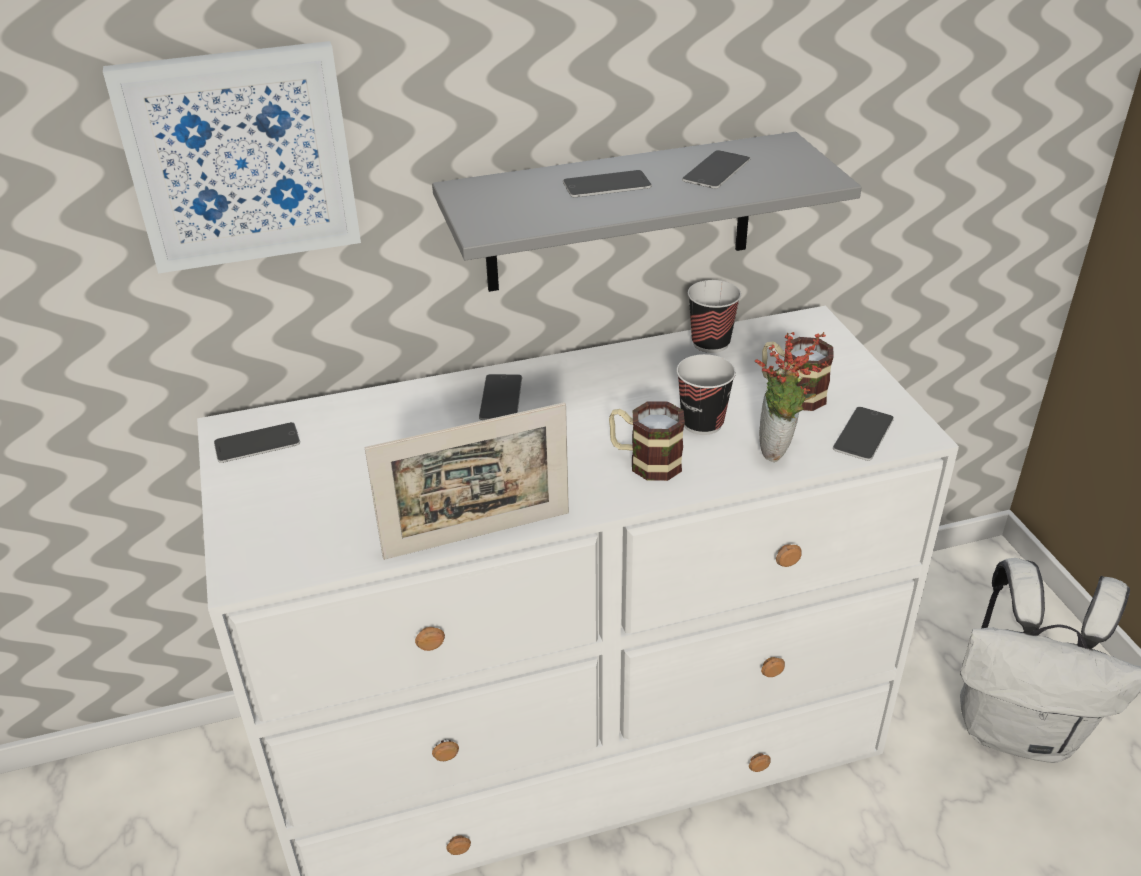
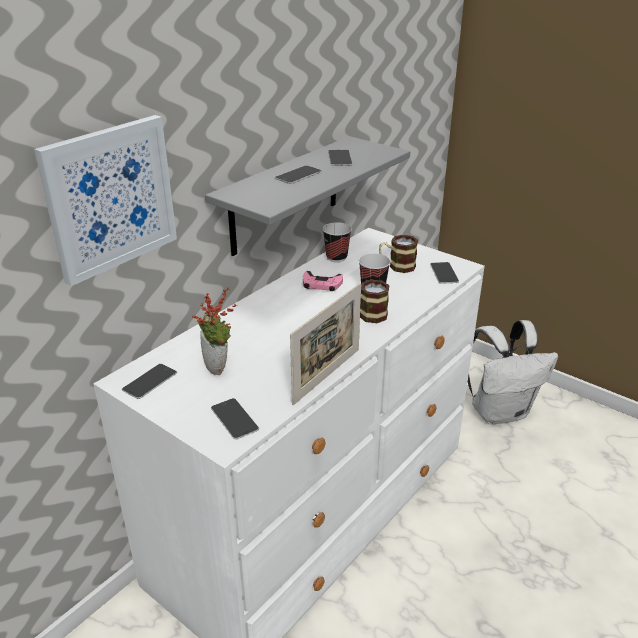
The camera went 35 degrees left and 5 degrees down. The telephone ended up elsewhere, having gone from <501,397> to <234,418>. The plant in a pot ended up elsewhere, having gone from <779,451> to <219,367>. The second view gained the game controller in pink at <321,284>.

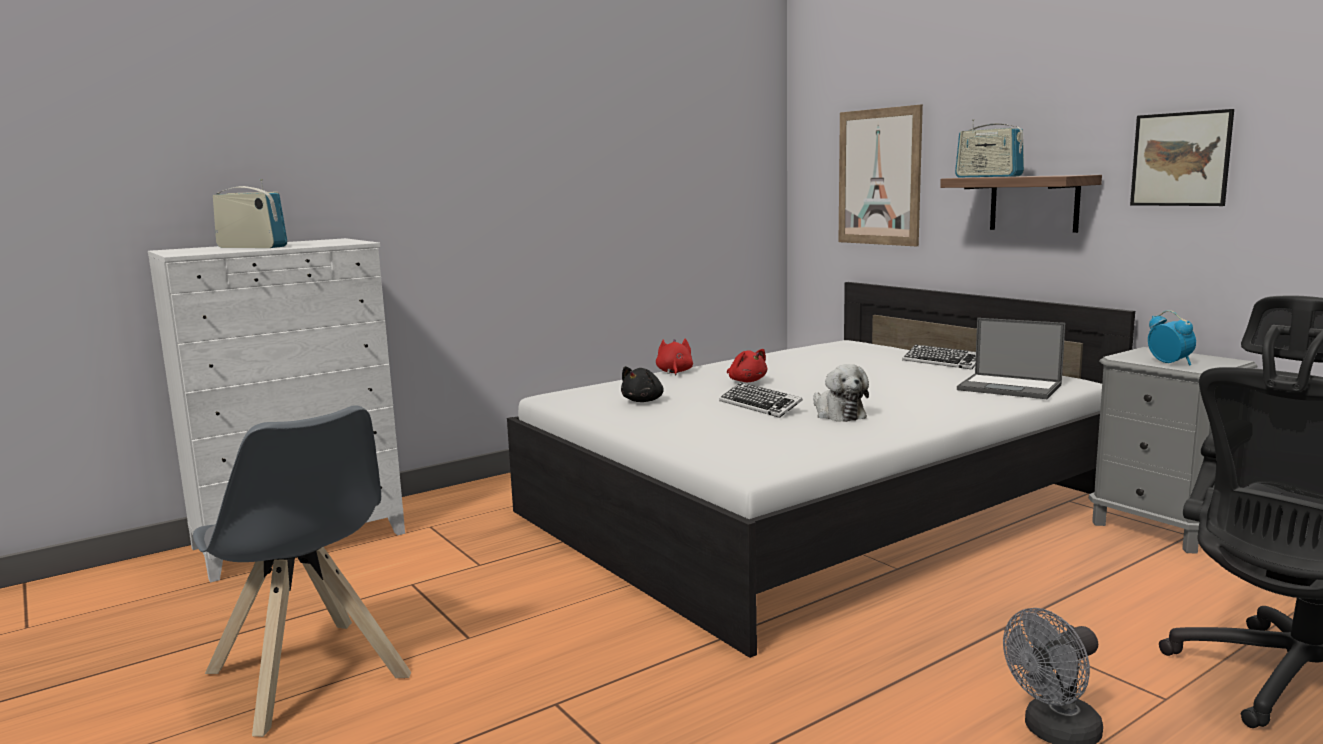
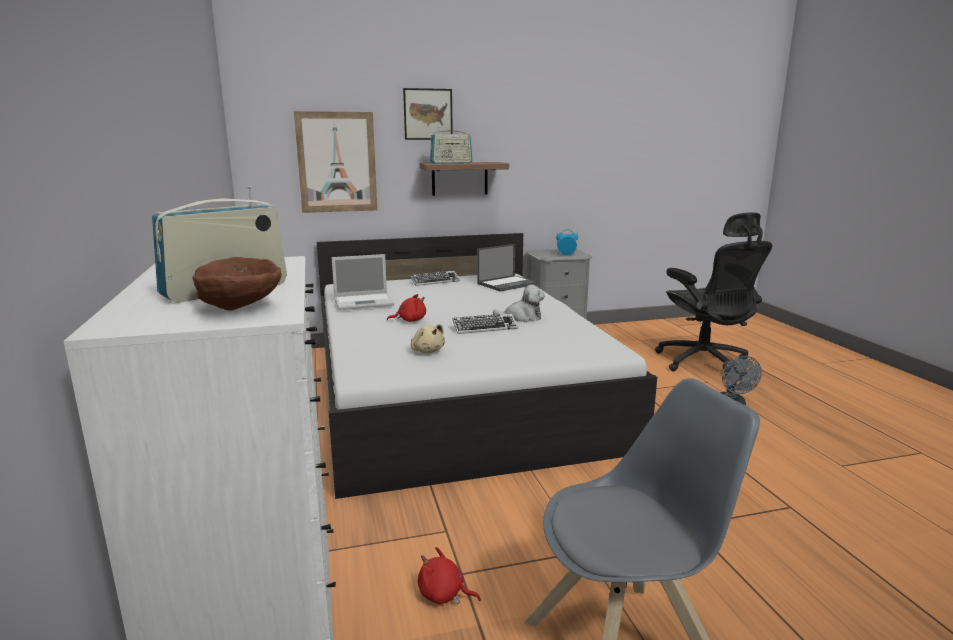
The camera went 70 degrees left and 5 degrees up. What was the plush toy in black-coloured at <644,401> turned into the plush toy in beige-coloured at <427,351>. The plush toy in red ended up elsewhere, having gone from <674,372> to <444,595>. The wall art ended up elsewhere, having gone from <1180,159> to <428,114>. The second view gained the bowl in brown at <241,309>. The second view gained the portable computer at <365,302>.

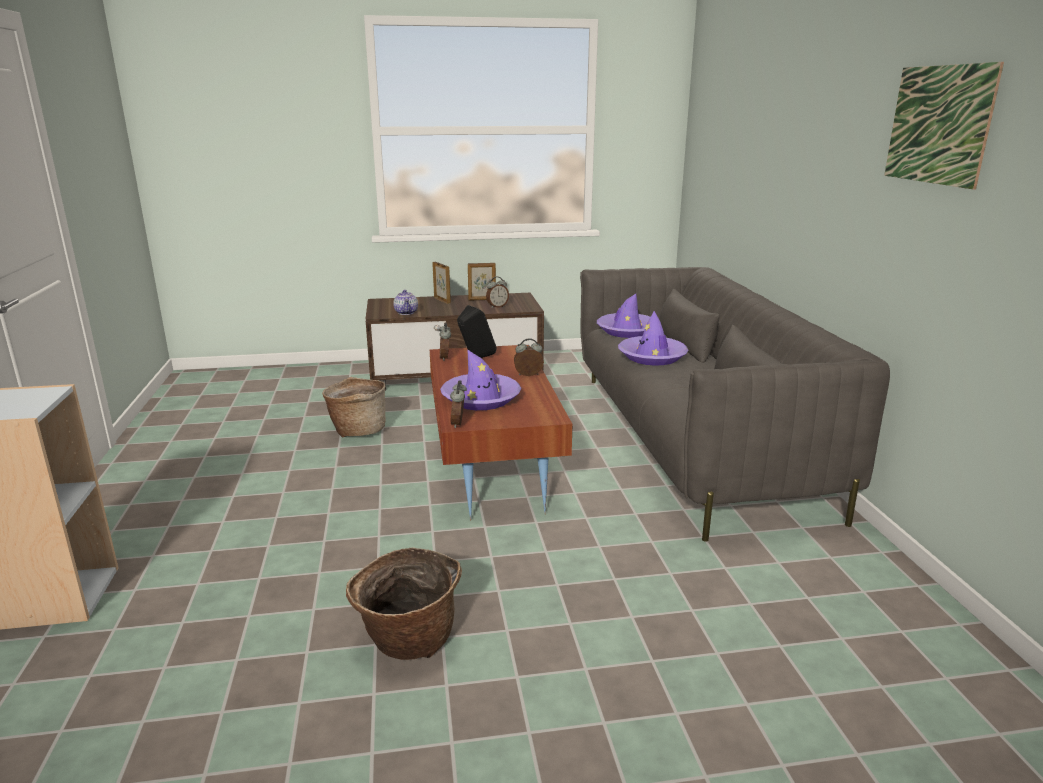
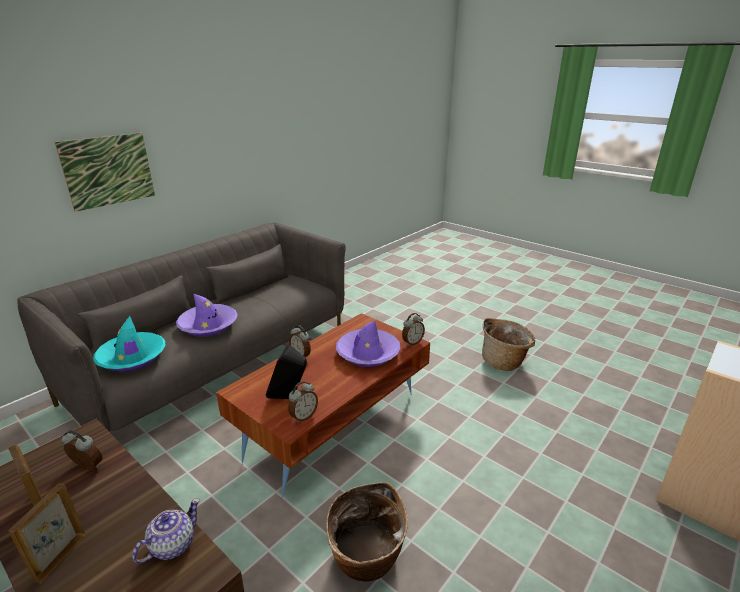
The camera went 130 degrees left and 5 degrees up. What was the hat in purple-coloured at <627,331> turned into the hat in turquoise at <132,357>. The wall art ended up elsewhere, having gone from <938,125> to <108,170>.

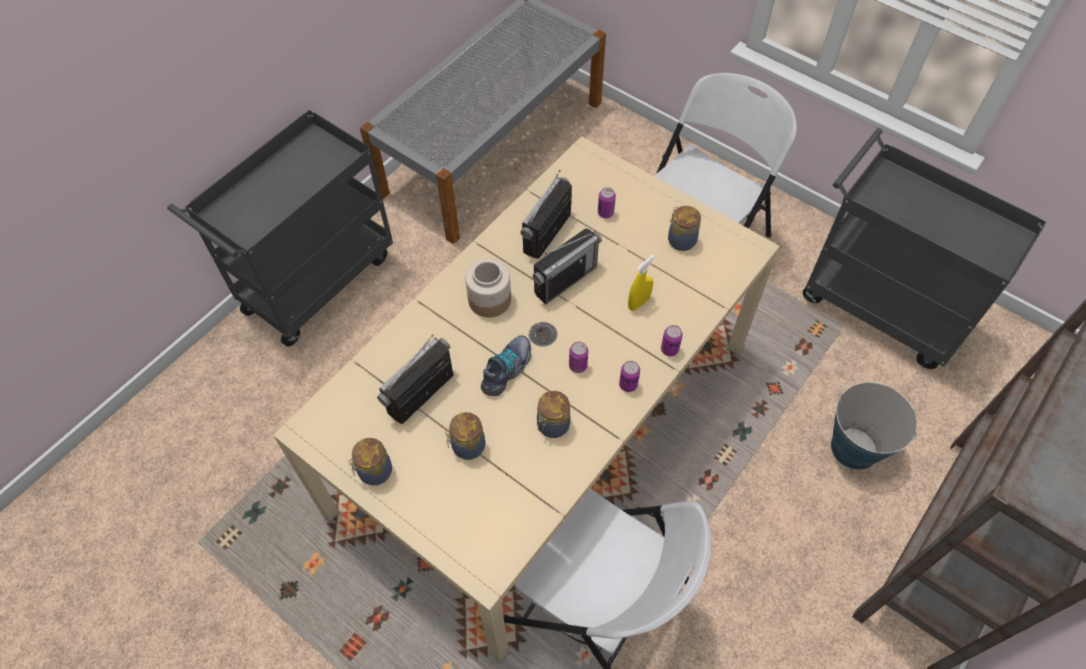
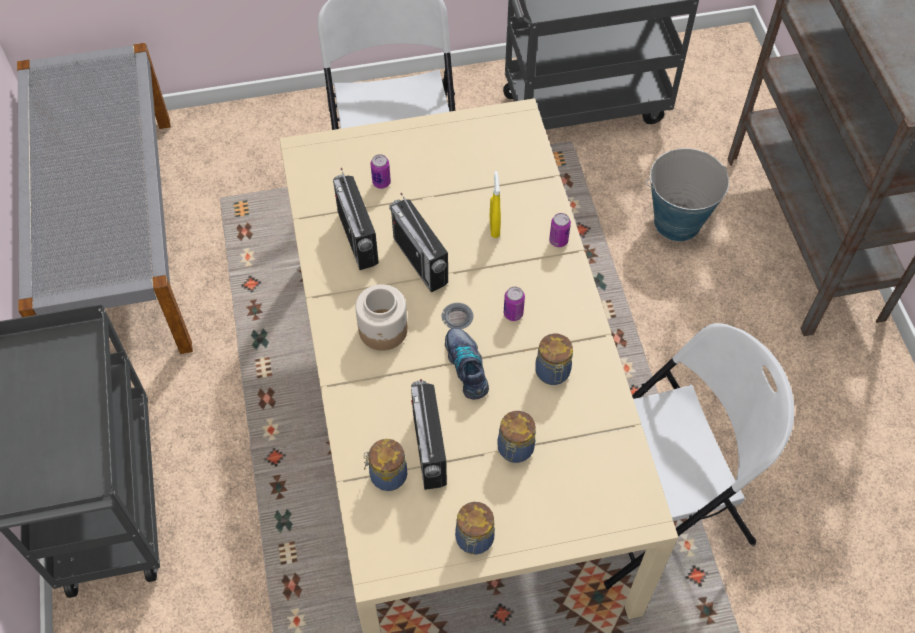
The camera went 50 degrees left and 0 degrees up. The radio receiver at <565,280> ended up facing another way, 150 degrees clockwise from before. The second view lost the metal can at <628,385>. The jar ended up elsewhere, having gone from <680,240> to <386,475>.

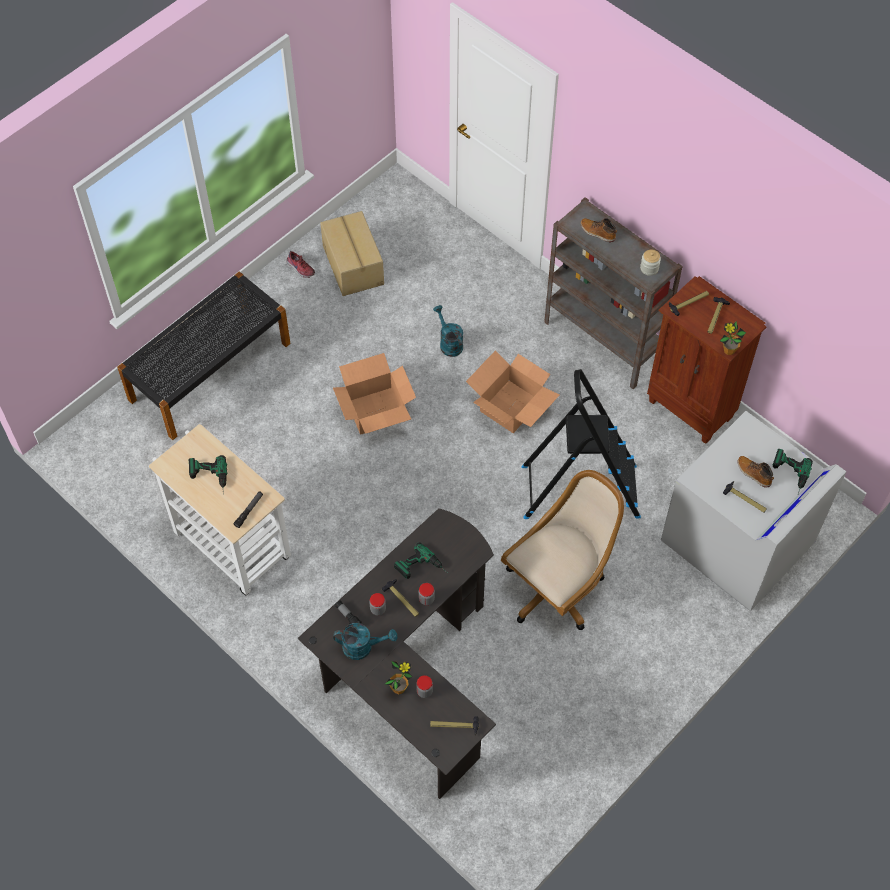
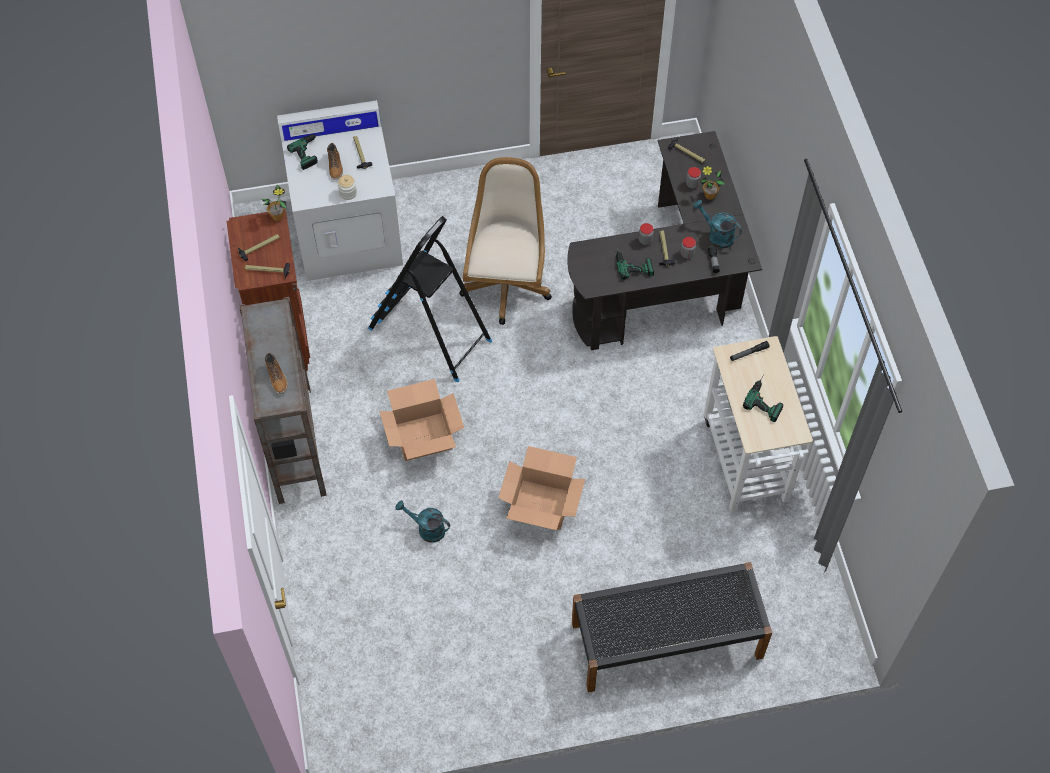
The camera went 145 degrees left and 0 degrees up. The second view lost the shoe at <300,268>. The second view lost the cardboard box at <354,264>. The watering pot in turquoise at <449,343> ended up facing another way, 105 degrees clockwise from before. The office chair at <559,583> ended up facing another way, 105 degrees clockwise from before. The jar ended up elsewhere, having gone from <649,268> to <348,193>.

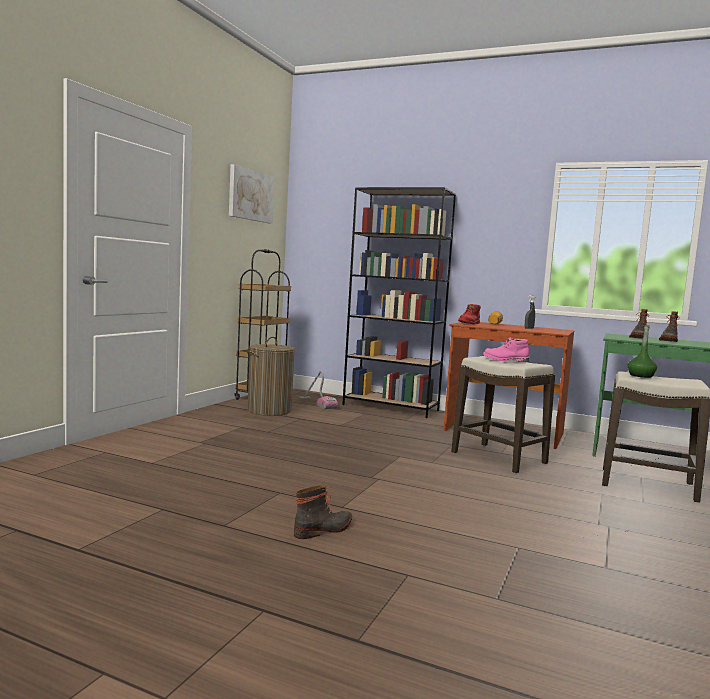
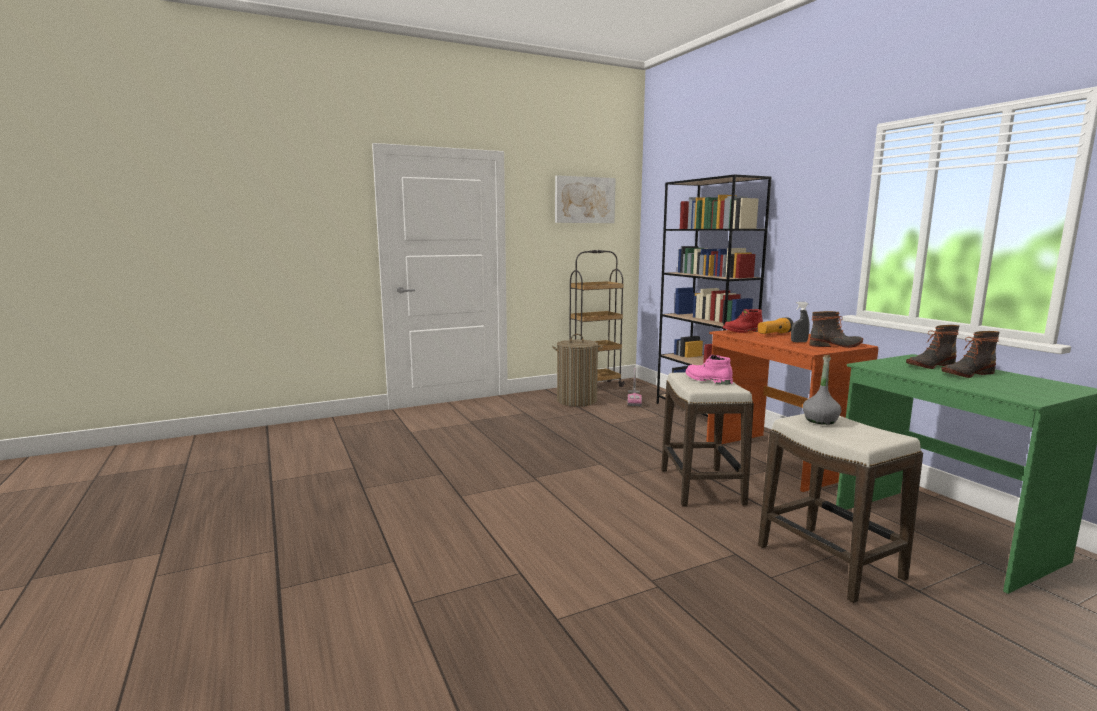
The camera went 40 degrees right and 5 degrees up. The boot ended up elsewhere, having gone from <324,529> to <836,345>. What was the drink bottle in greenish at <640,376> turned into the drink bottle in grey at <820,420>.

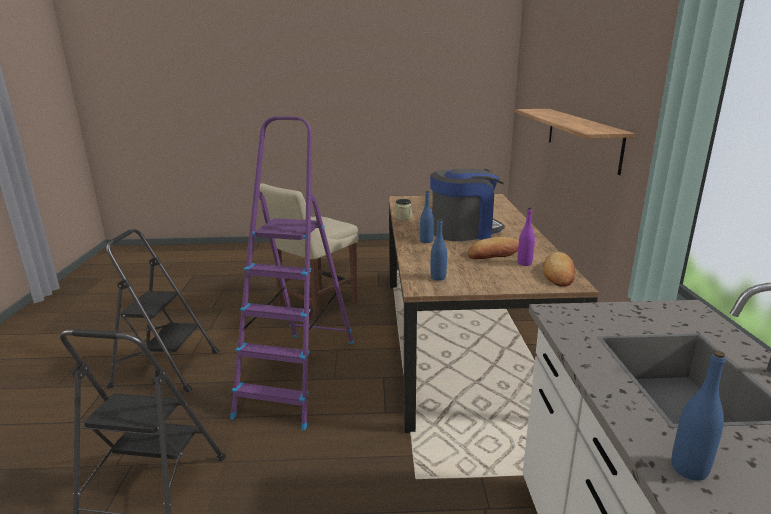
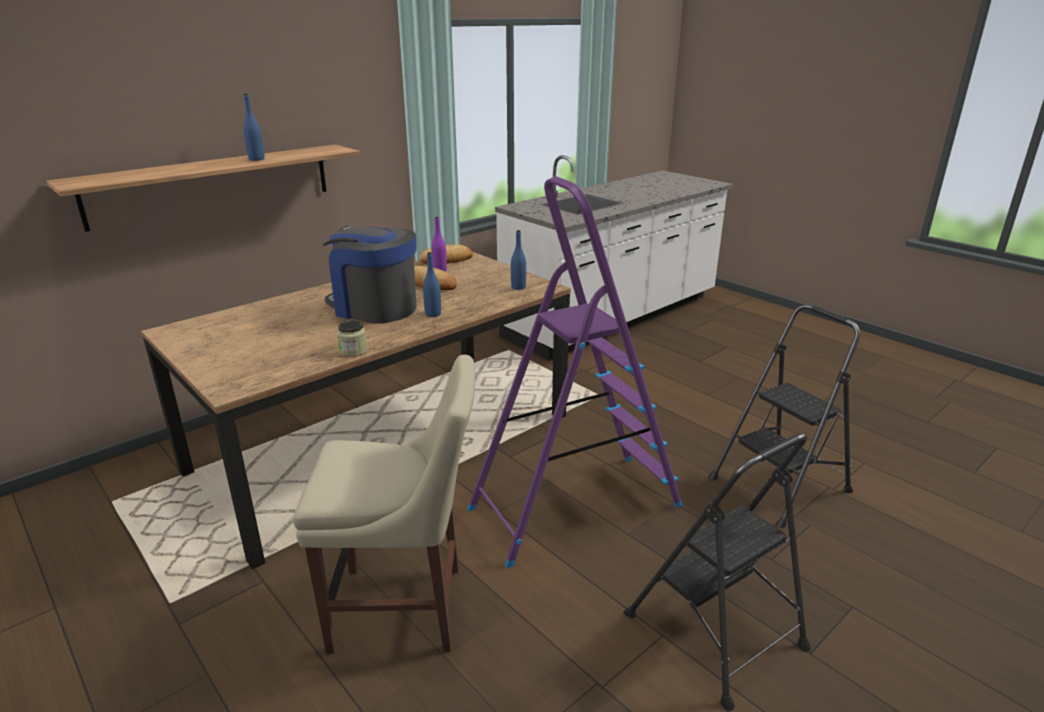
The camera went 130 degrees left and 5 degrees up. The drink bottle in bluish ended up elsewhere, having gone from <689,469> to <256,159>.

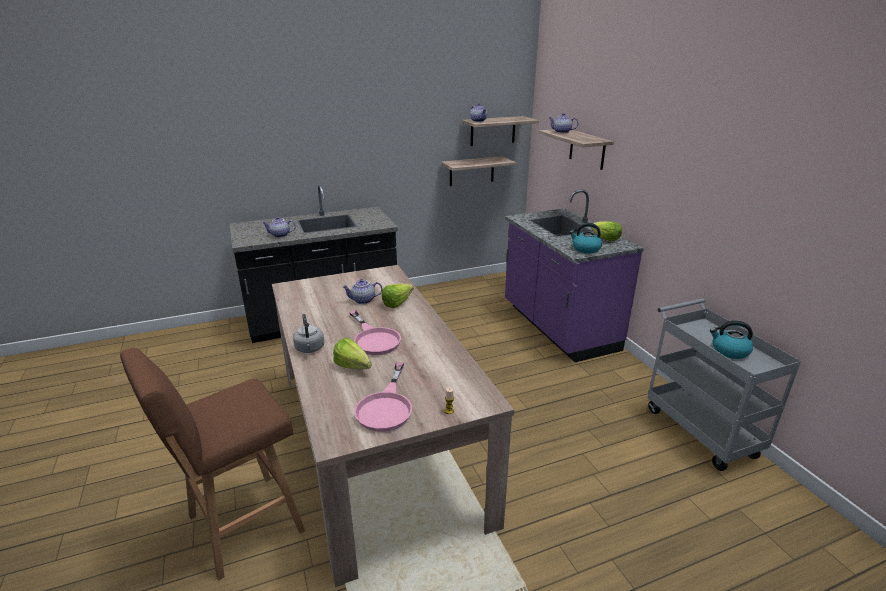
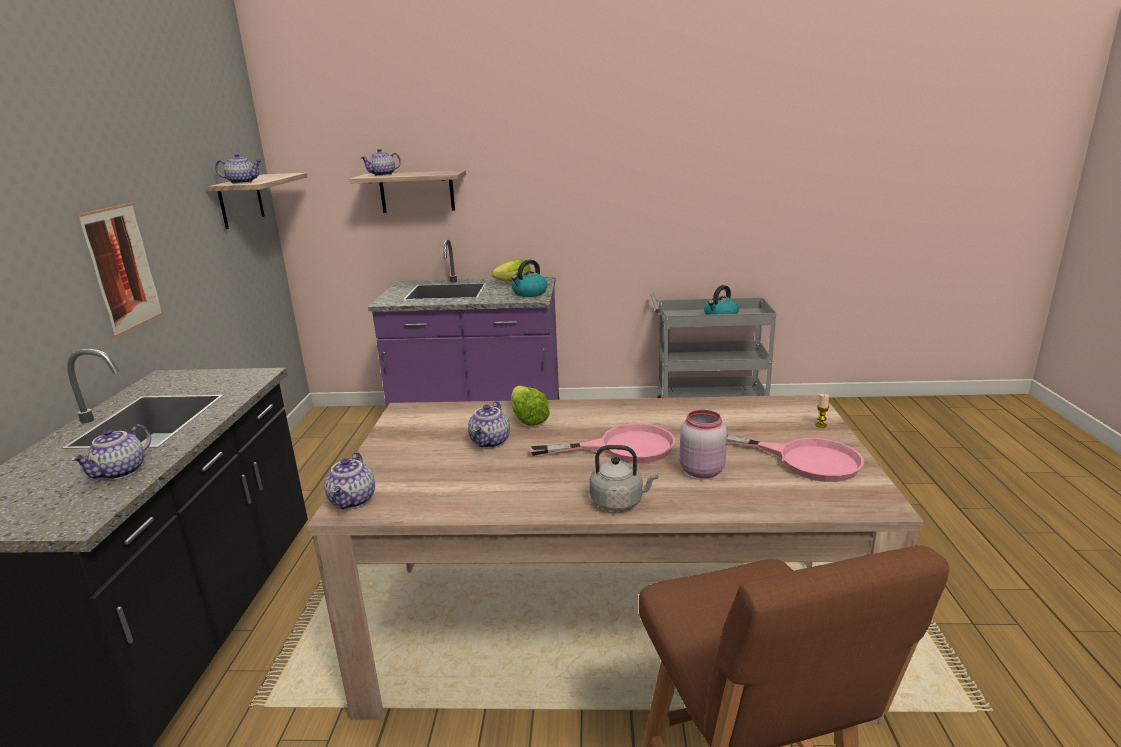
The camera went 65 degrees left and 5 degrees down. Where the lettuce head stood at <354,368>, the jar in pink came to stand at <700,471>. The second view lost the wall shelf at <471,171>. The second view gained the wall art at <122,268>. The second view gained the tea pot at <354,501>.

